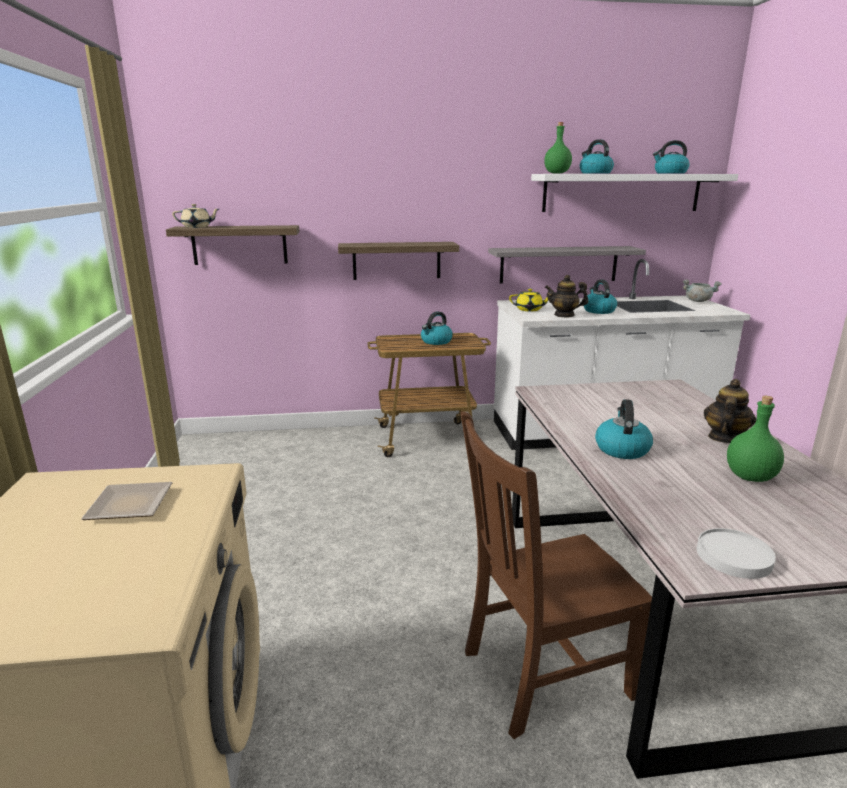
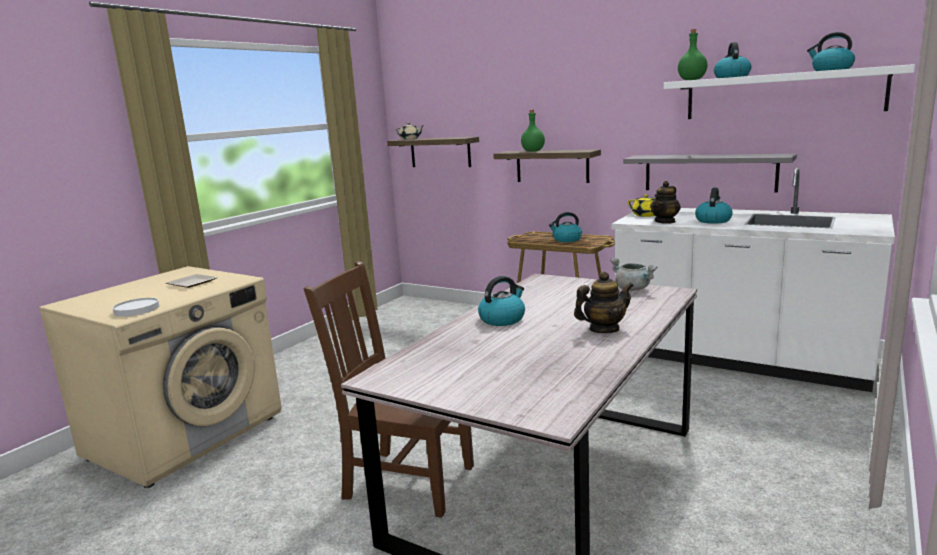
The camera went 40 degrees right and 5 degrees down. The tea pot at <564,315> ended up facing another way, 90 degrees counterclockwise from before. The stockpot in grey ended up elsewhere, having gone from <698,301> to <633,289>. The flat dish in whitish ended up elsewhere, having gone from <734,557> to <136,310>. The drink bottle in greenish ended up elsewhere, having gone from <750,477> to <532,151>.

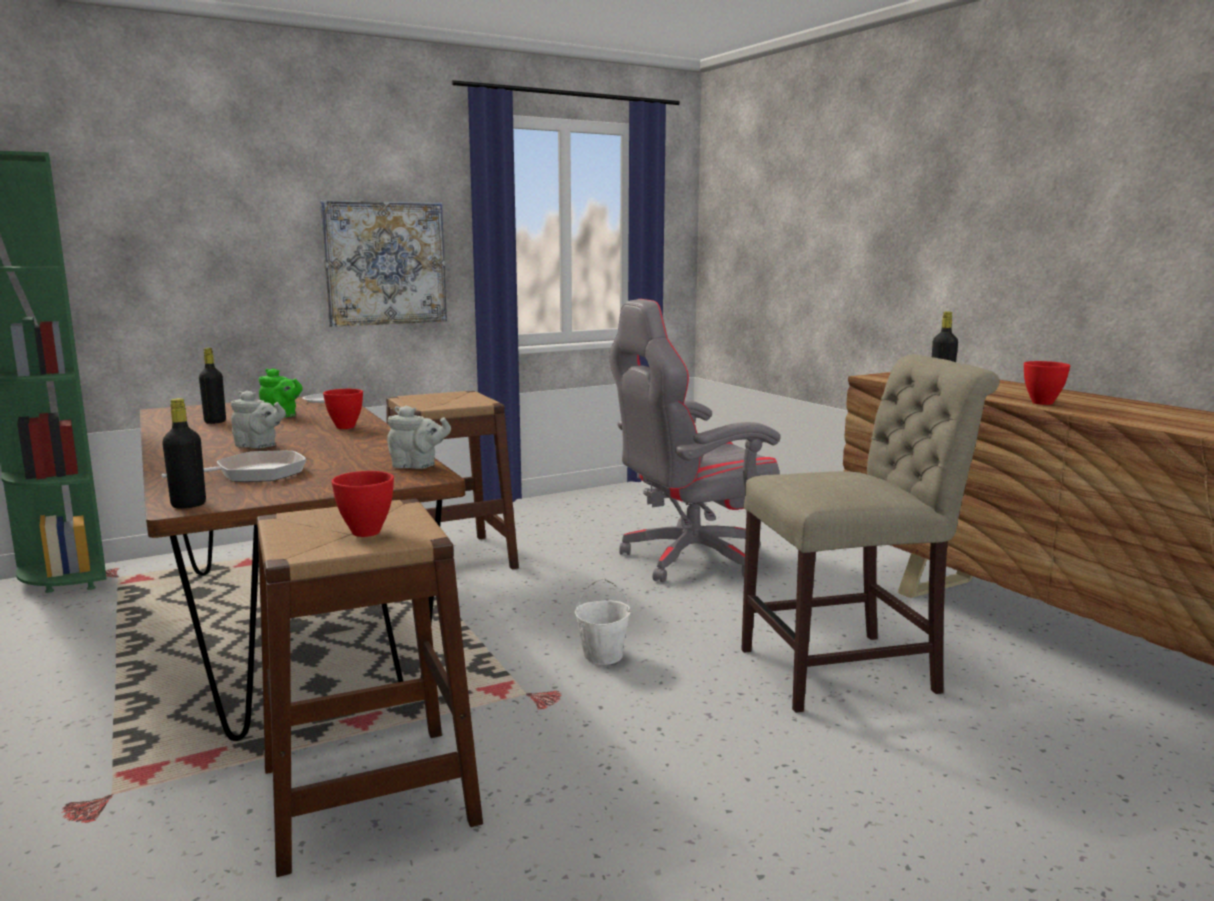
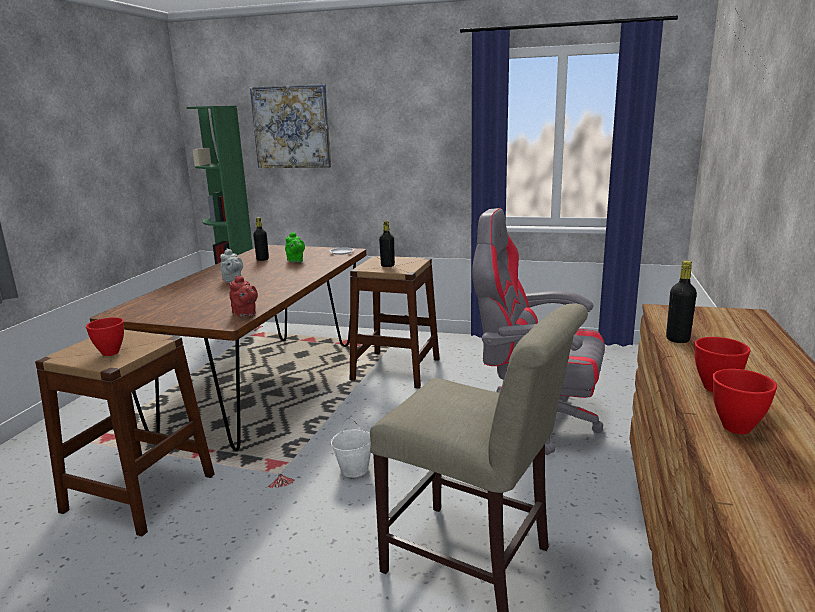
The camera went 45 degrees right and 5 degrees up. The second view lost the pan at <254,474>. The drink bottle in black-coloured ended up elsewhere, having gone from <188,505> to <387,266>. The wall art ended up elsewhere, having gone from <385,263> to <291,127>. The bowl in red ended up elsewhere, having gone from <346,427> to <738,428>. What was the tea pot in grey at <417,466> turned into the tea pot in red at <245,314>.

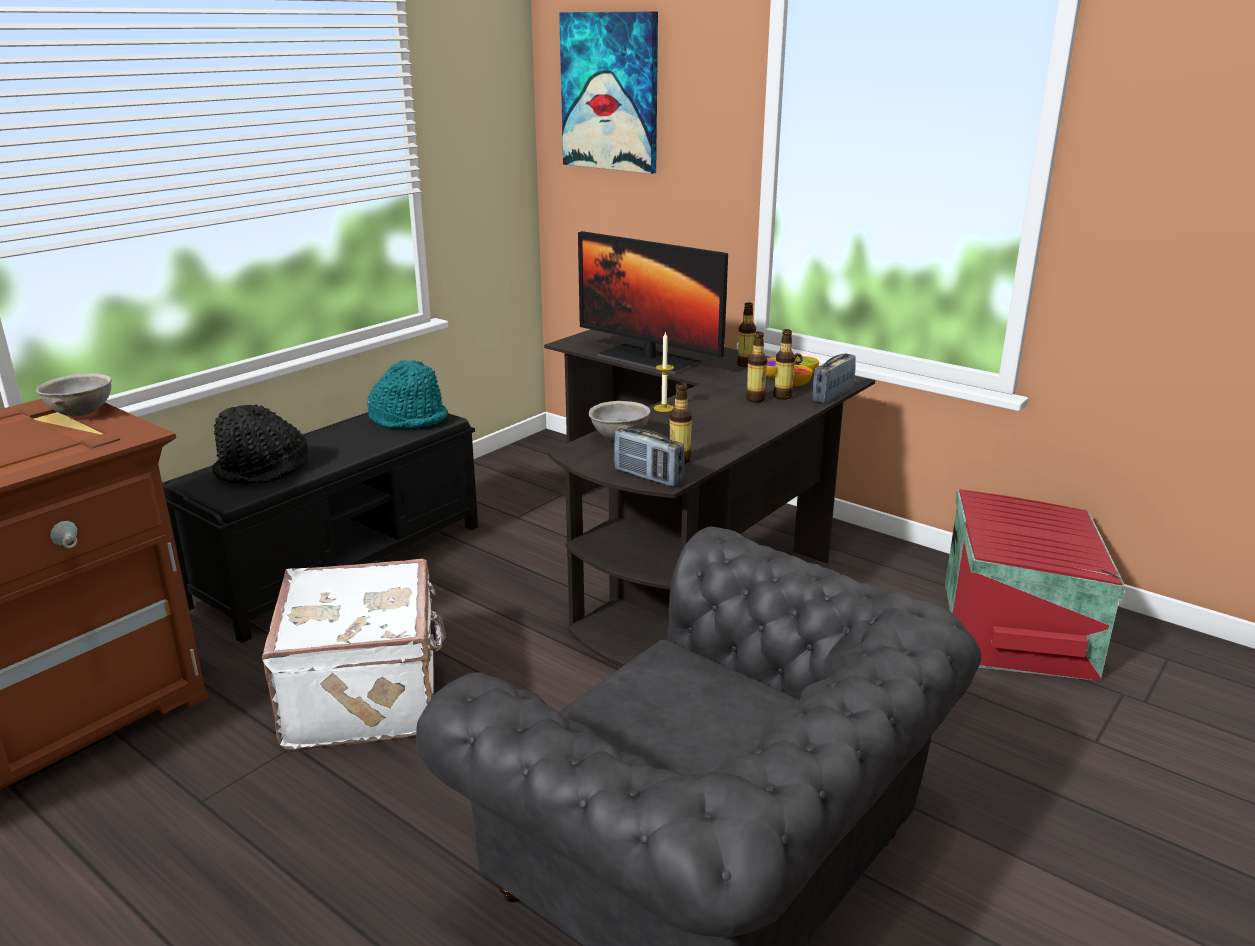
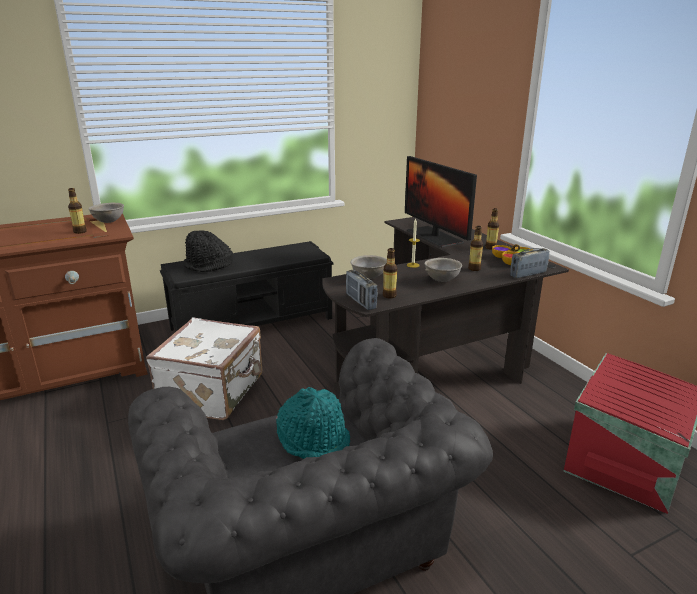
The camera went 25 degrees right and 0 degrees up. The hat in turquoise ended up elsewhere, having gone from <409,419> to <314,439>. The second view lost the wall art at <610,92>. The drink bottle ended up elsewhere, having gone from <782,396> to <80,232>. The second view gained the bowl in grey at <441,280>.

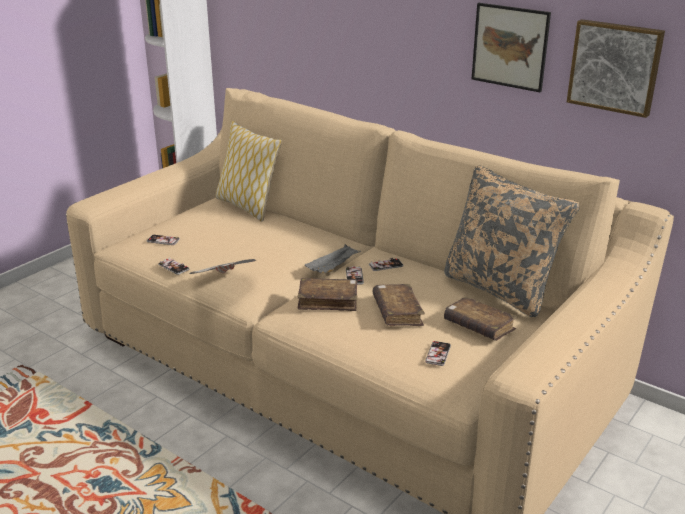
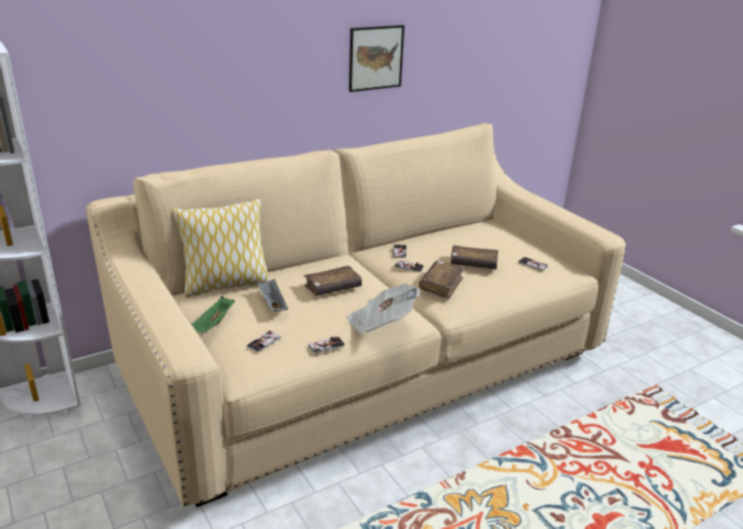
The camera went 70 degrees left and 0 degrees up. The serving tray in grey ended up elsewhere, having gone from <333,267> to <272,304>. The second view lost the pillow in grey at <499,293>. The bound book in brown ended up elsewhere, having gone from <479,326> to <332,288>. The second view lost the wall art at <615,67>. The second view gained the serving tray in greenish at <213,325>.

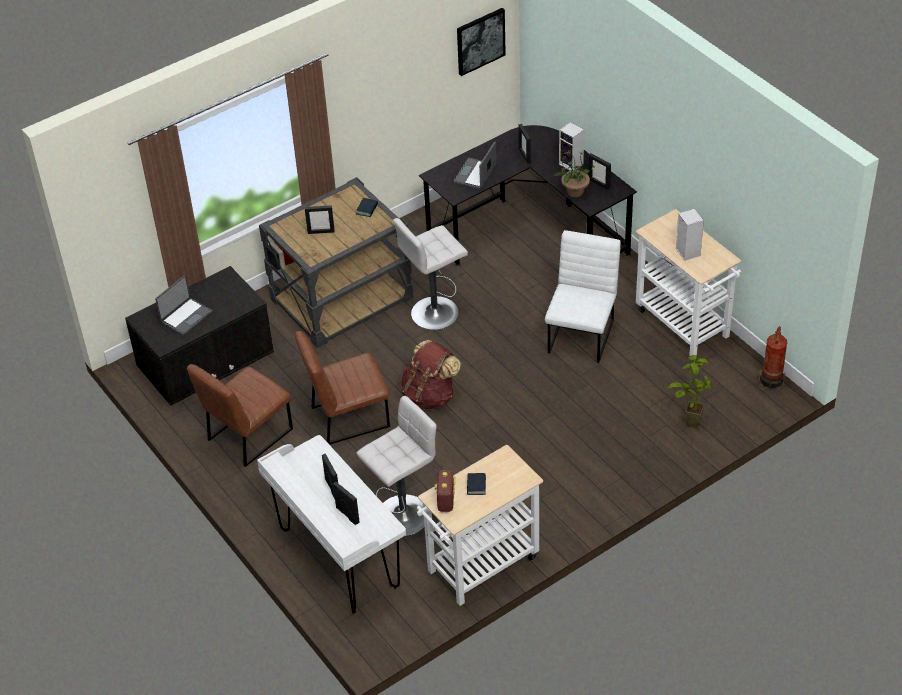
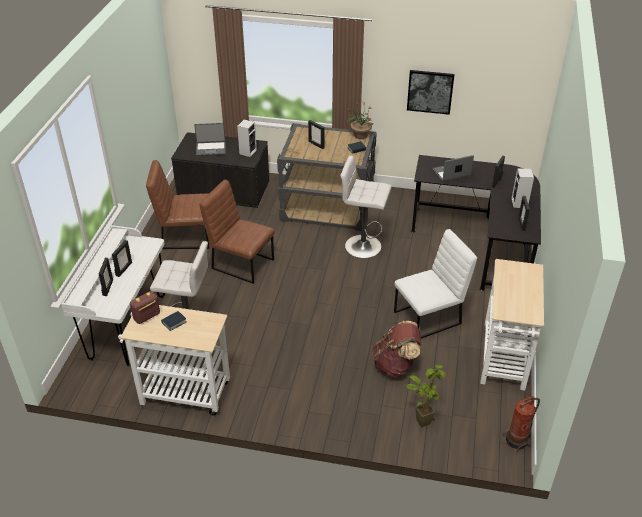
The camera went 45 degrees right and 5 degrees down. The rucksack in brown ended up elsewhere, having gone from <430,395> to <395,365>. The wall art ended up elsewhere, having gone from <480,41> to <430,91>. The plant in a pot ended up elsewhere, having gone from <574,191> to <360,135>. The audio speaker ended up elsewhere, having gone from <687,251> to <248,151>.

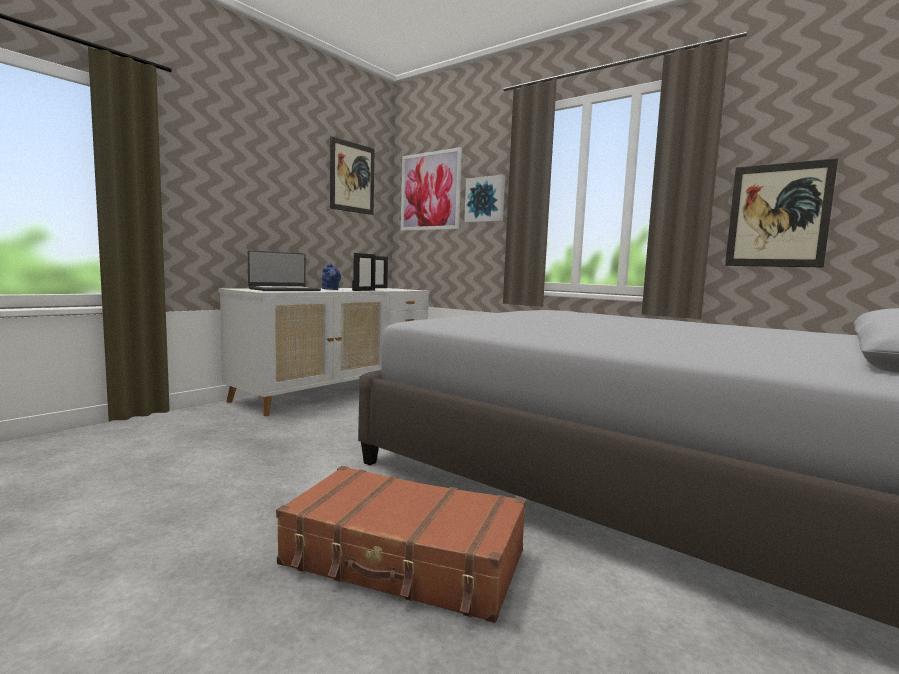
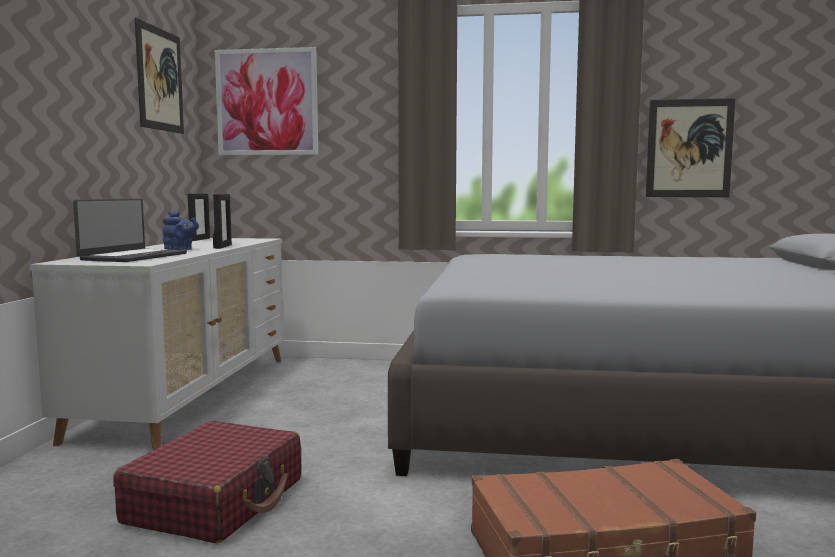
The camera went 30 degrees left and 0 degrees up. The second view lost the wall art at <485,199>. The second view gained the travel case in red at <216,501>.

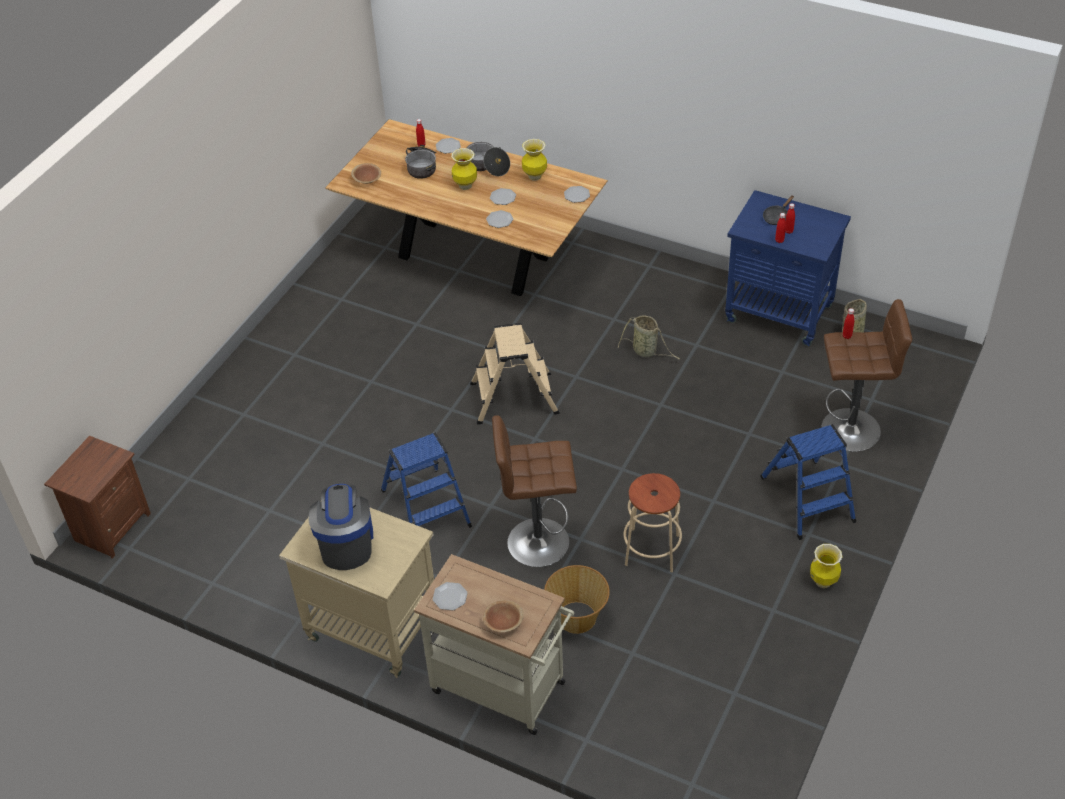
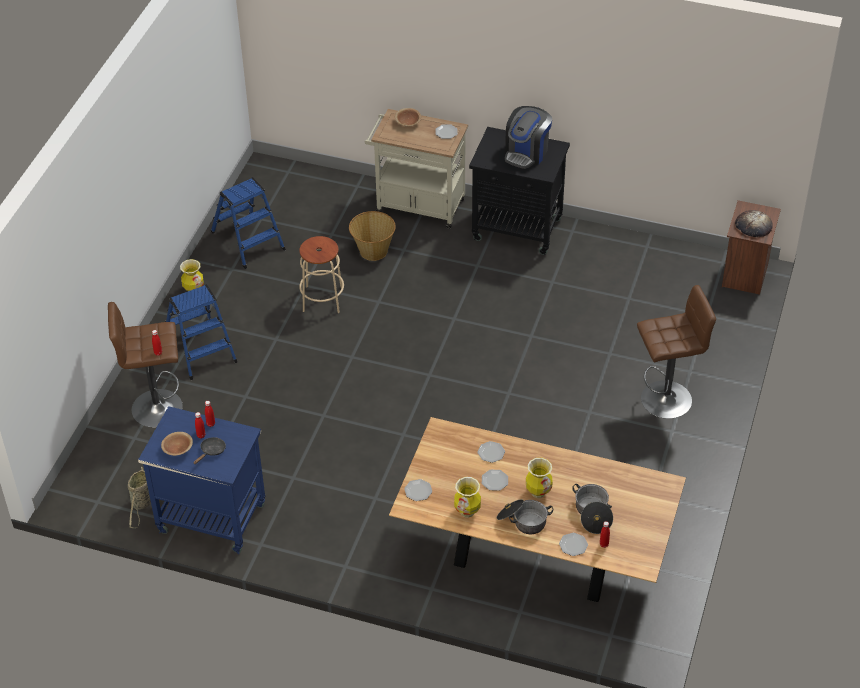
The camera went 170 degrees right and 0 degrees up. What was the wheeled cart in beige-coloured at <372,629> turned into the wheeled cart in black-coloured at <518,230>. The coffee machine at <346,543> ended up facing another way, 45 degrees clockwise from before. The bowl in brown ended up elsewhere, having gone from <367,180> to <178,449>. The step stool in bluish ended up elsewhere, having gone from <425,507> to <247,240>. The second view lost the step stool in beige-coloured at <514,398>. The stool in brown ended up elsewhere, having gone from <537,542> to <667,400>. The second view lost the storage basket at <646,351>. The second view gained the bakery bread at <753,226>.

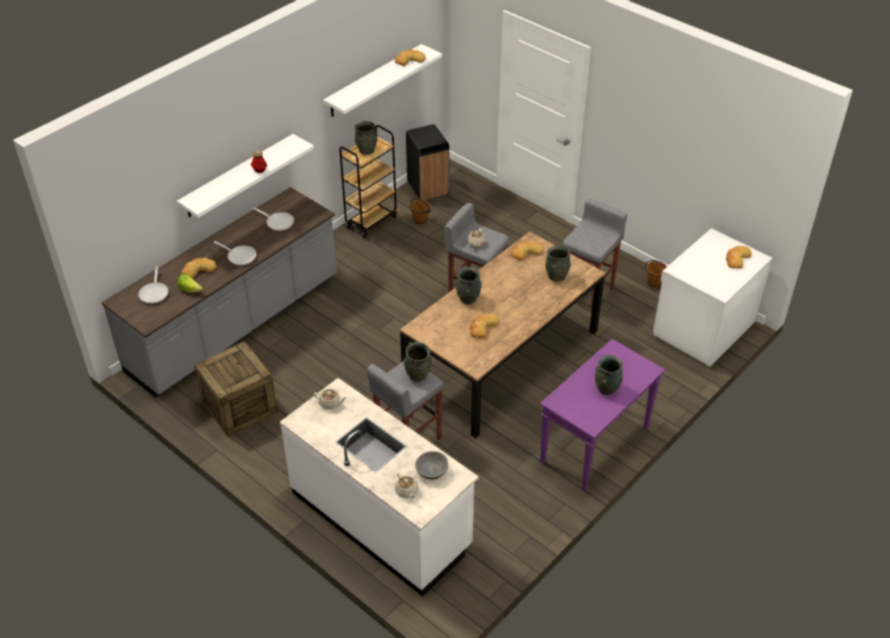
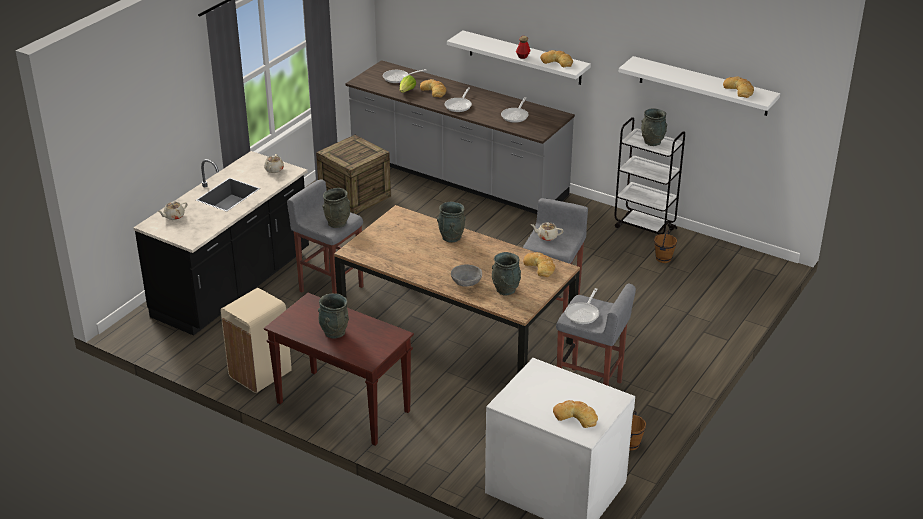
The camera went 80 degrees right and 10 degrees down. What was the kitchen base unit in whitish at <381,519> turned into the kitchen base unit in black-coloured at <233,285>. What was the wheeled cart in brown at <371,221> turned into the wheeled cart in whitish at <645,228>. The second view lost the trash can in black-coloured at <428,188>. The bowl in grey ended up elsewhere, having gone from <432,471> to <466,282>. The bakery bread ended up elsewhere, having gone from <482,327> to <557,61>. What was the narrow table in purple-coloured at <594,445> turned into the narrow table in brown at <342,407>. The second view gained the trash can in beige-coloured at <261,374>. The second view gained the pan at <583,314>.

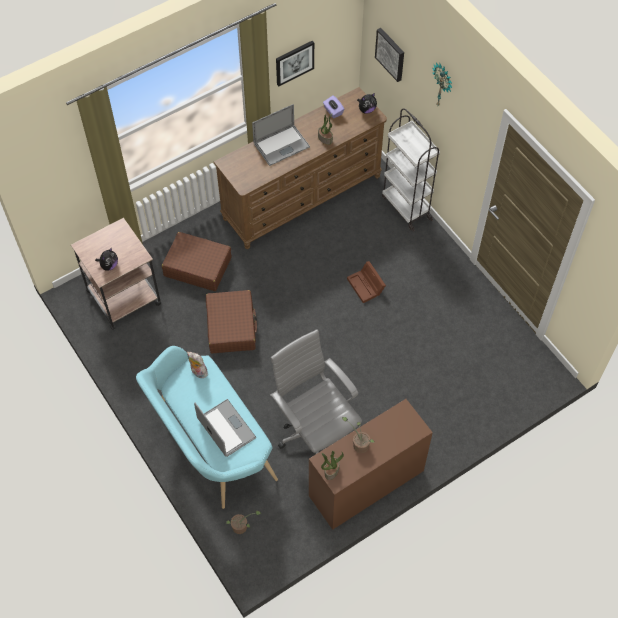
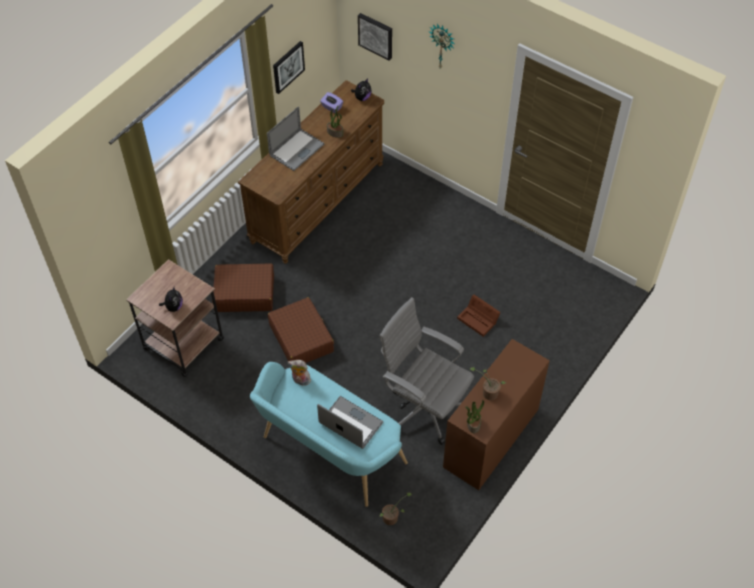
The camera went 20 degrees left and 5 degrees down. The storage box in brown ended up elsewhere, having gone from <366,286> to <479,320>. The second view lost the wheeled cart in whitish at <406,207>.

